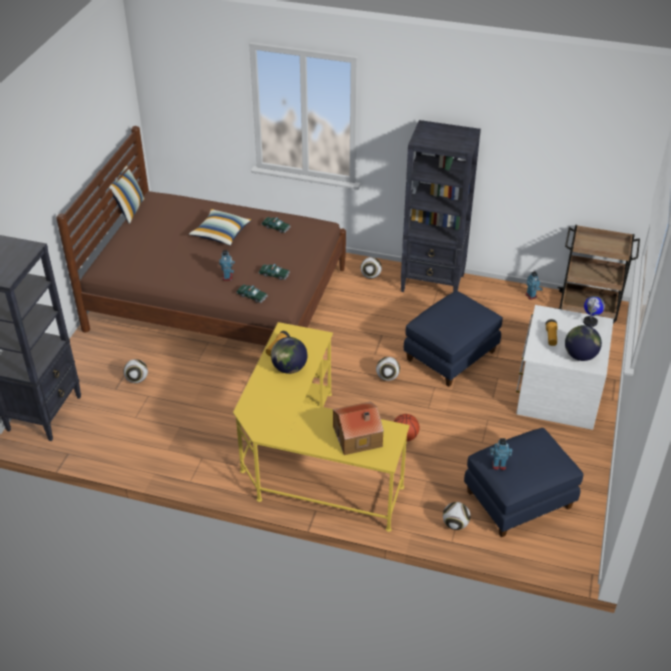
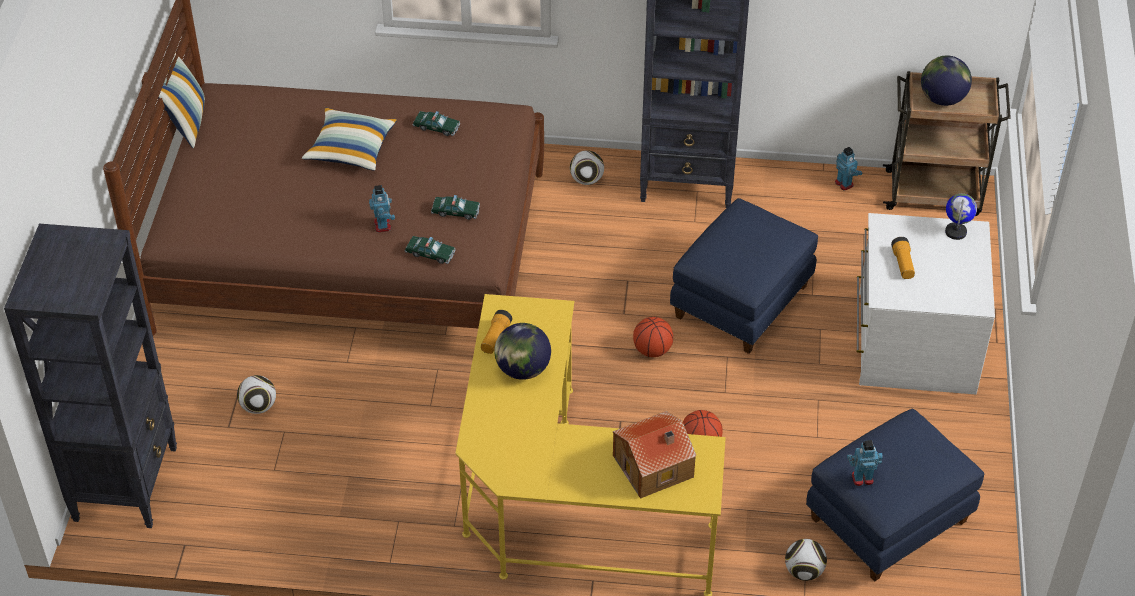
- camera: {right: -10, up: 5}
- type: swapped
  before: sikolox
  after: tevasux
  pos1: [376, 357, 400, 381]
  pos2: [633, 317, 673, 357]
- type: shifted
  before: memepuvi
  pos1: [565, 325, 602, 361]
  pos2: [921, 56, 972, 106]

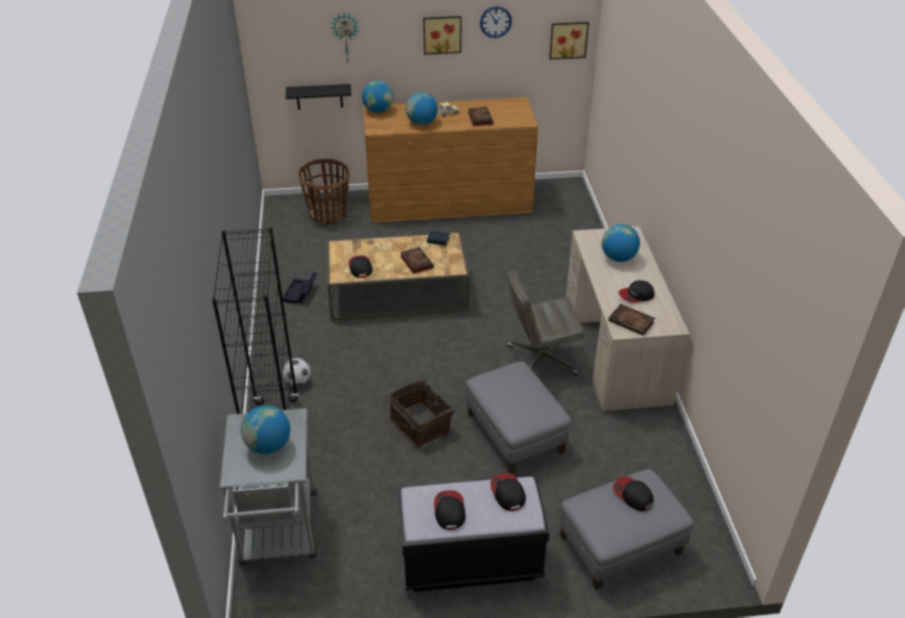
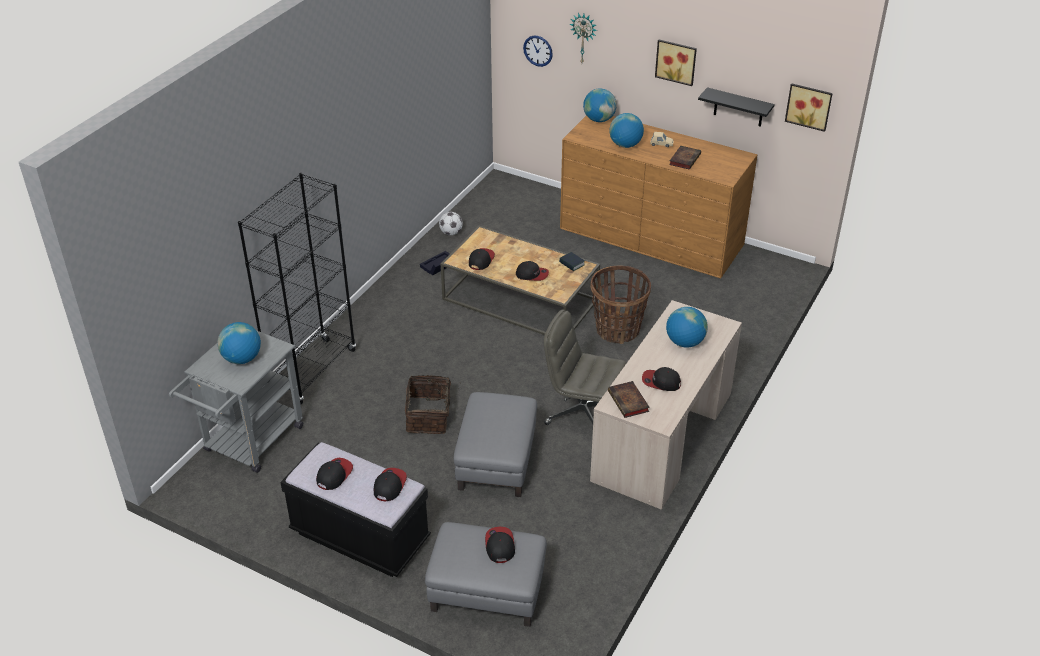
- camera: {right: 35, up: 0}
- type: shifted
  before: sikolox
  pos1: [283, 358, 311, 386]
  pos2: [439, 212, 463, 235]
- type: shifted
  before: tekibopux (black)
  pos1: [285, 84, 351, 110]
  pos2: [698, 87, 775, 127]
- type: shifted
  before: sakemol
  pos1: [298, 159, 350, 225]
  pos2: [590, 266, 651, 344]
- type: swapped
  before: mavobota
  after: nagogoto
  pos1: [400, 247, 434, 274]
  pos2: [516, 261, 549, 281]
- type: shifted
  before: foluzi
  pos1: [480, 6, 512, 38]
  pos2: [523, 36, 553, 67]

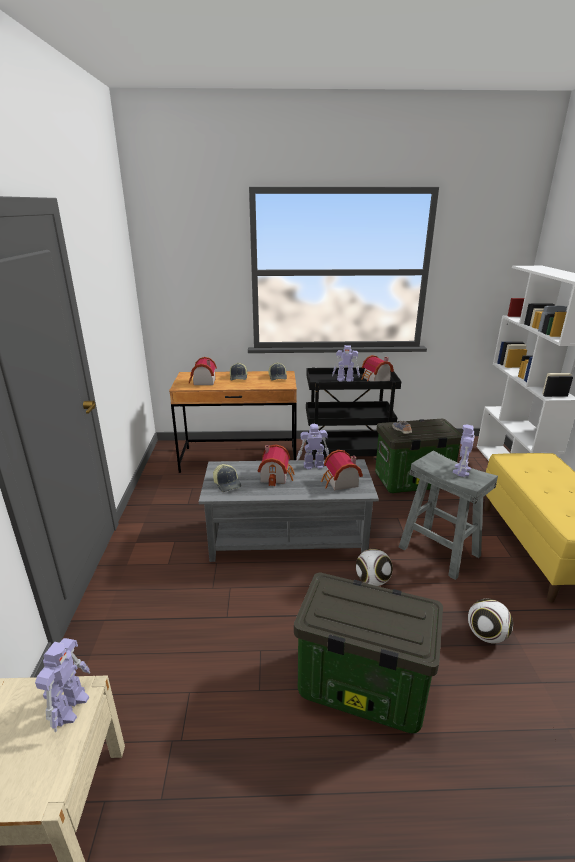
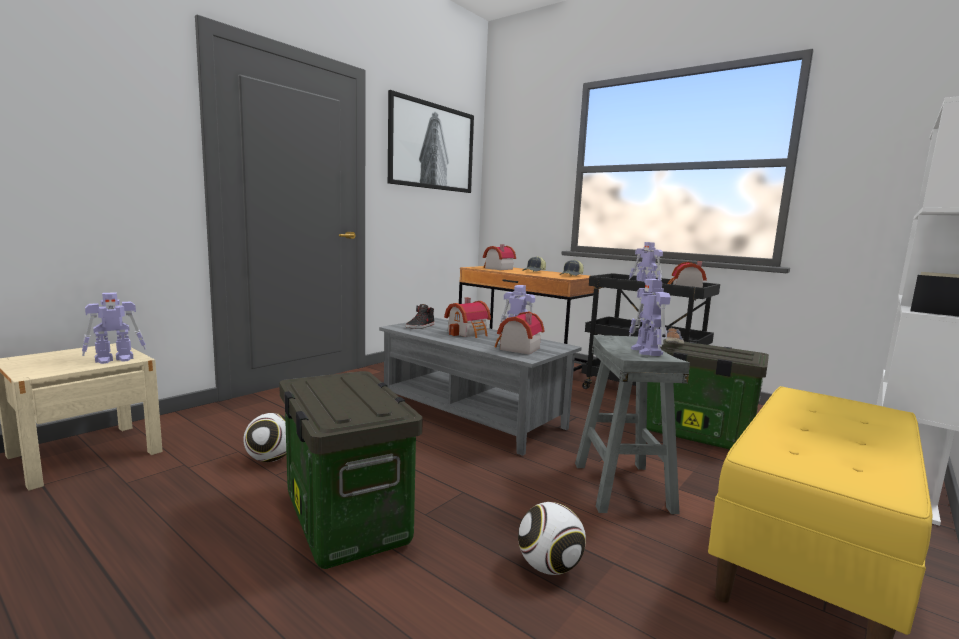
- camera: {right: 40, up: -15}
- type: swapped
  before: nagogoto
  after: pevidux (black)
  pos1: [213, 464, 241, 492]
  pos2: [405, 304, 434, 329]
- type: shifted
  before: sikolox
  pos1: [356, 549, 393, 586]
  pos2: [243, 413, 286, 462]
- type: rotated
  before: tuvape
  pos1: [453, 424, 475, 477]
  pos2: [629, 279, 671, 356]
  turn: -75
- type: new
  after: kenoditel
  pos2: [388, 90, 474, 193]

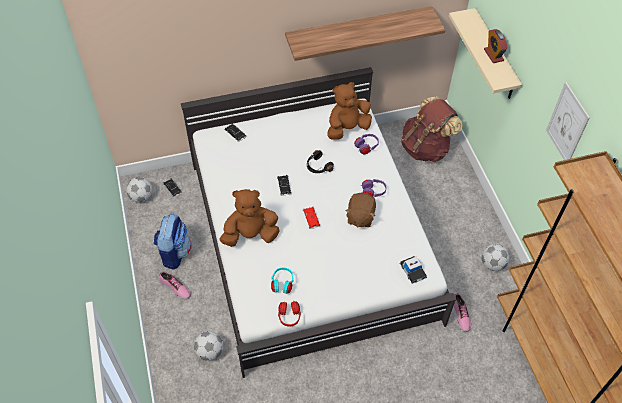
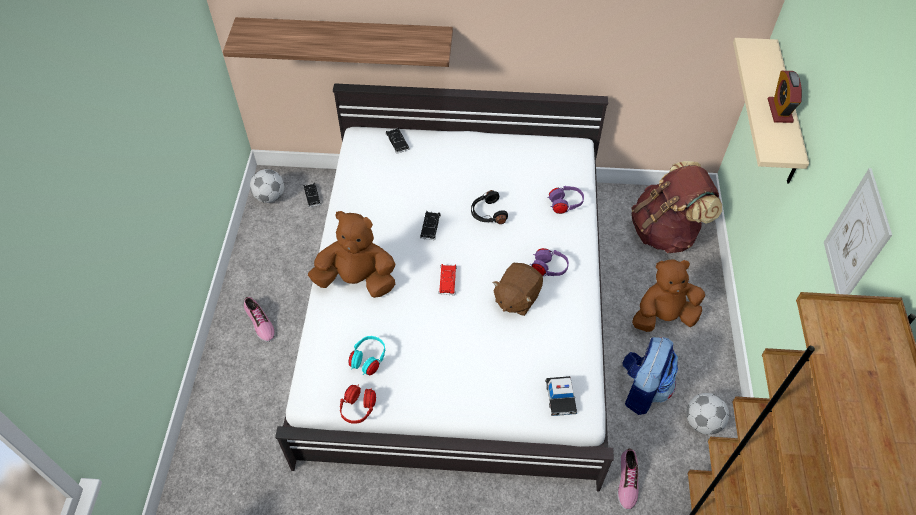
- camera: {right: 20, up: 0}
- type: shifted
  before: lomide
  pos1: [153, 214, 192, 270]
  pos2: [623, 337, 678, 415]
- type: gone
  before: sikolox
  pos1: [194, 331, 223, 361]
- type: shifted
  before: tekibopux
  pos1: [285, 6, 446, 61]
  pos2: [223, 17, 453, 67]
- type: shifted
  before: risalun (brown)
  pos1: [327, 82, 372, 140]
  pos2: [632, 259, 705, 332]

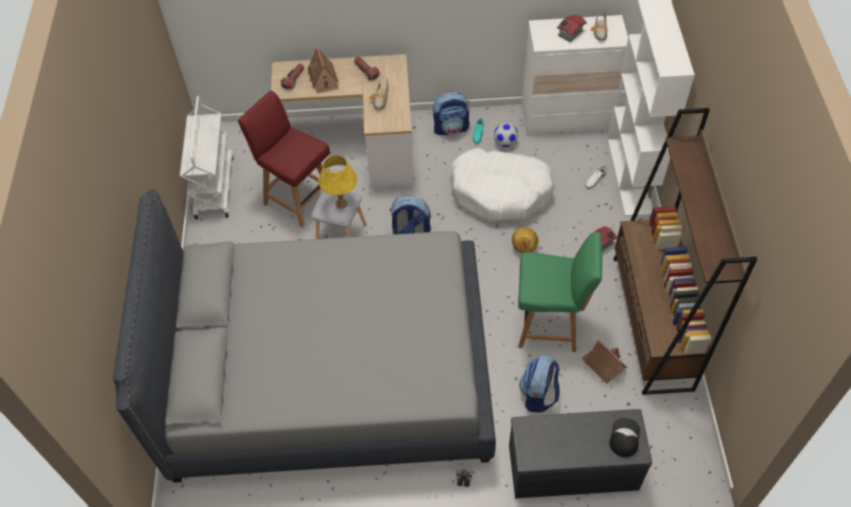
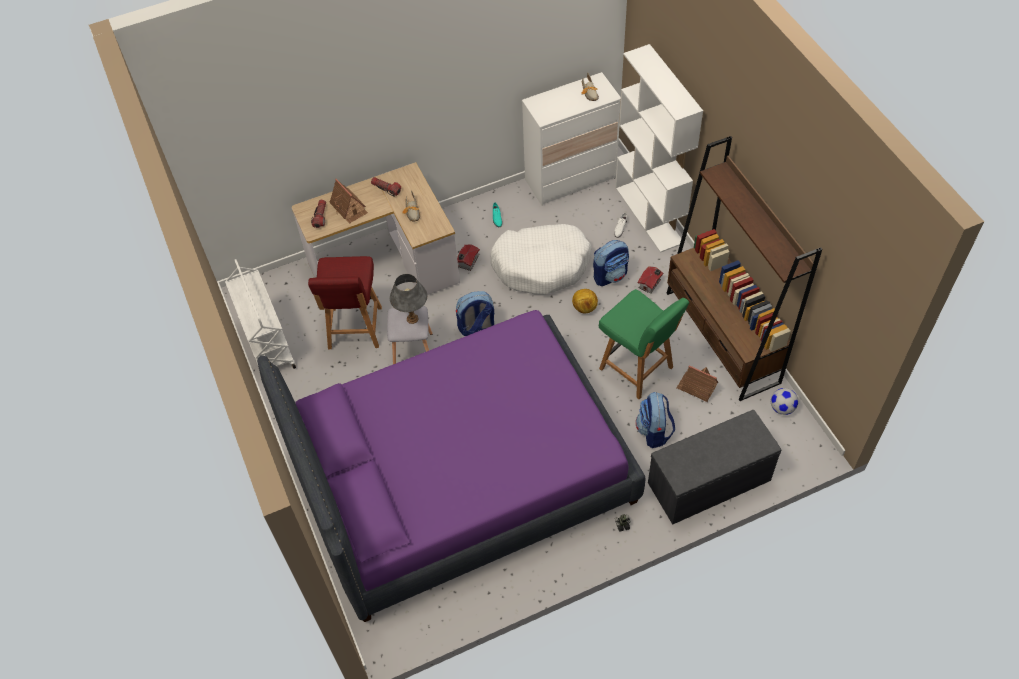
- camera: {right: -20, up: 0}
- type: repainted
  before: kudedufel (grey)
  after: kudedufel (purple)
  pos1: [113, 189, 496, 483]
  pos2: [257, 310, 645, 622]
- type: rotated
  before: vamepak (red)
  pos1: [238, 91, 330, 228]
  pos2: [308, 256, 382, 349]
  turn: -105
- type: repainted
  before: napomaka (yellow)
  after: napomaka (grey)
  pos1: [318, 155, 357, 209]
  pos2: [390, 274, 427, 324]
- type: shifted
  before: lomide
  pos1: [433, 91, 469, 135]
  pos2: [593, 240, 629, 286]
- type: shifted
  before: sikolox
  pos1: [494, 123, 518, 147]
  pos2: [771, 388, 798, 415]
- type: rotated
  before: vamepak (green)
  pos1: [518, 232, 602, 352]
  pos2: [599, 289, 689, 399]
  turn: 60
- type: shifted
  before: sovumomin
  pos1: [557, 14, 587, 42]
  pos2: [457, 245, 480, 271]
- type: gone
  before: nagogoto
  pos1: [609, 418, 640, 457]

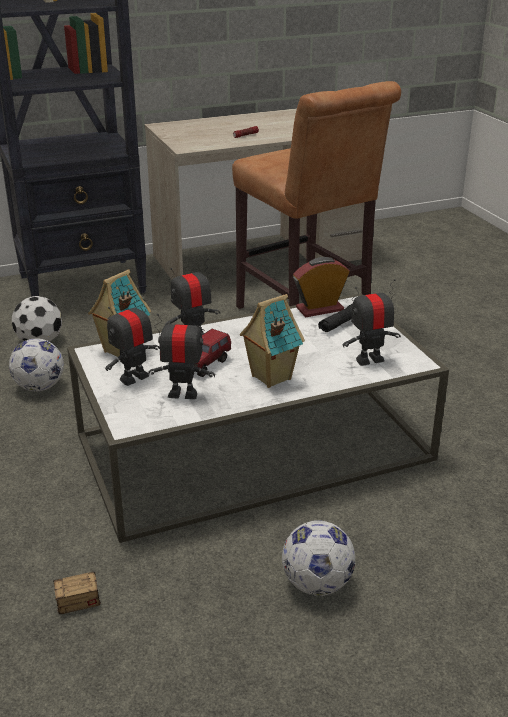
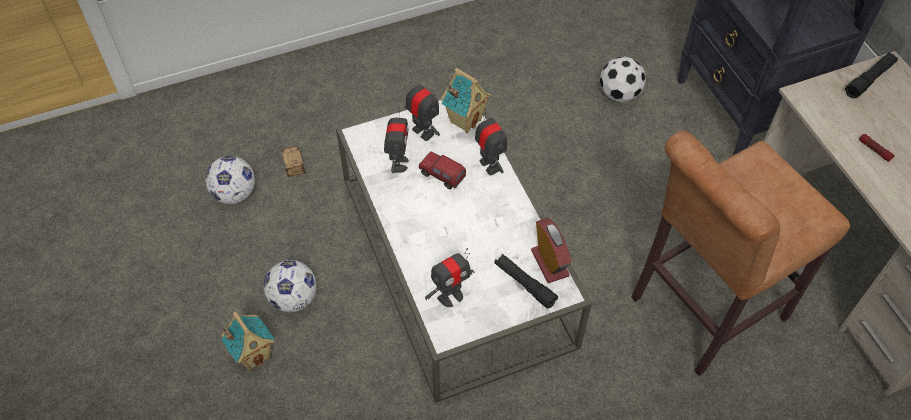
- camera: {right: 90, up: 25}
- type: shifted
  before: sikolox
  pos1: [9, 338, 64, 391]
  pos2: [205, 156, 255, 204]
- type: shifted
  before: sovumomin
  pos1: [240, 294, 305, 388]
  pos2: [221, 312, 275, 370]
- type: rotated
  before: tuvape
  pos1: [342, 279, 401, 366]
  pos2: [425, 248, 474, 307]
  turn: 75
- type: new
  after: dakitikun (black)
  pos2: [845, 52, 898, 98]

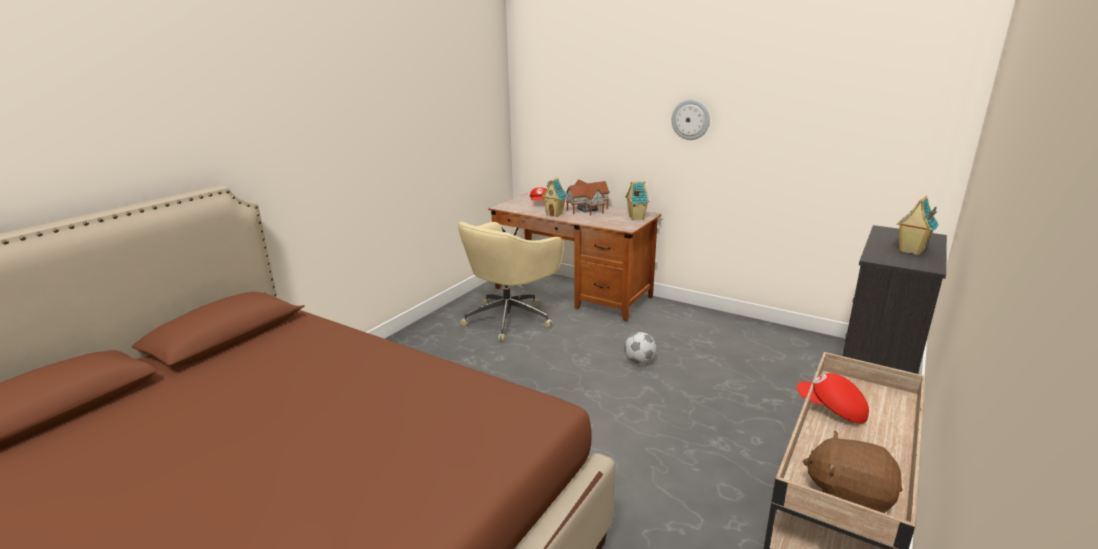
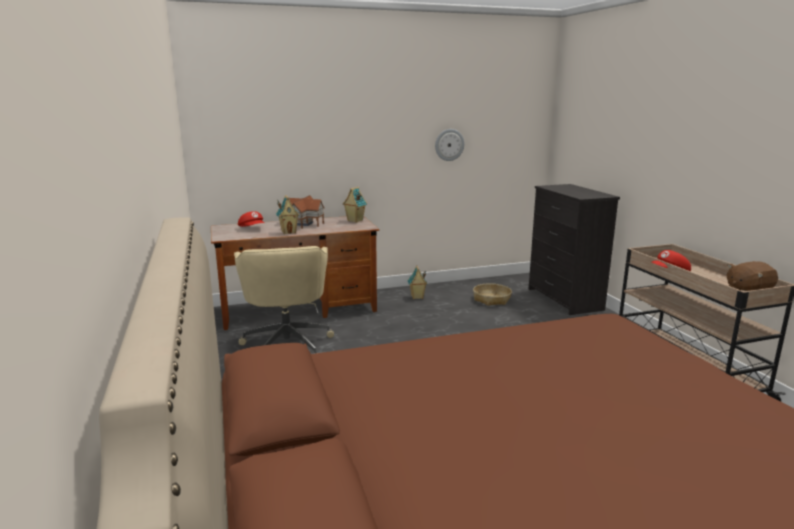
- camera: {right: -50, up: -5}
- type: gone
  before: sikolox
  pos1: [624, 332, 657, 364]
- type: shifted
  before: foluzi
  pos1: [672, 100, 710, 140]
  pos2: [435, 129, 465, 161]
- type: shifted
  before: sovumomin
  pos1: [896, 195, 939, 256]
  pos2: [407, 265, 427, 299]
- type: new
  after: sakemol
  pos2: [473, 284, 512, 306]

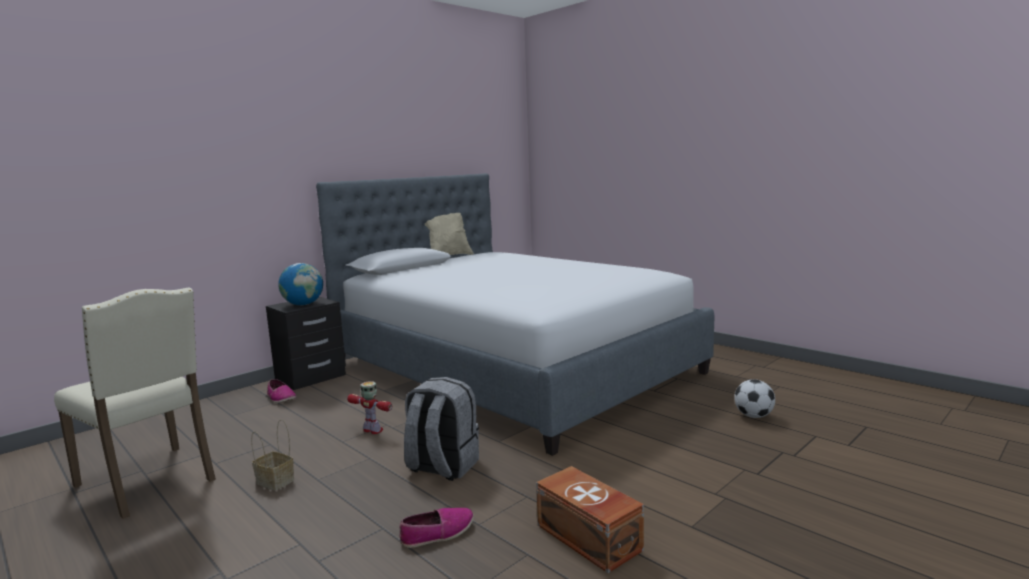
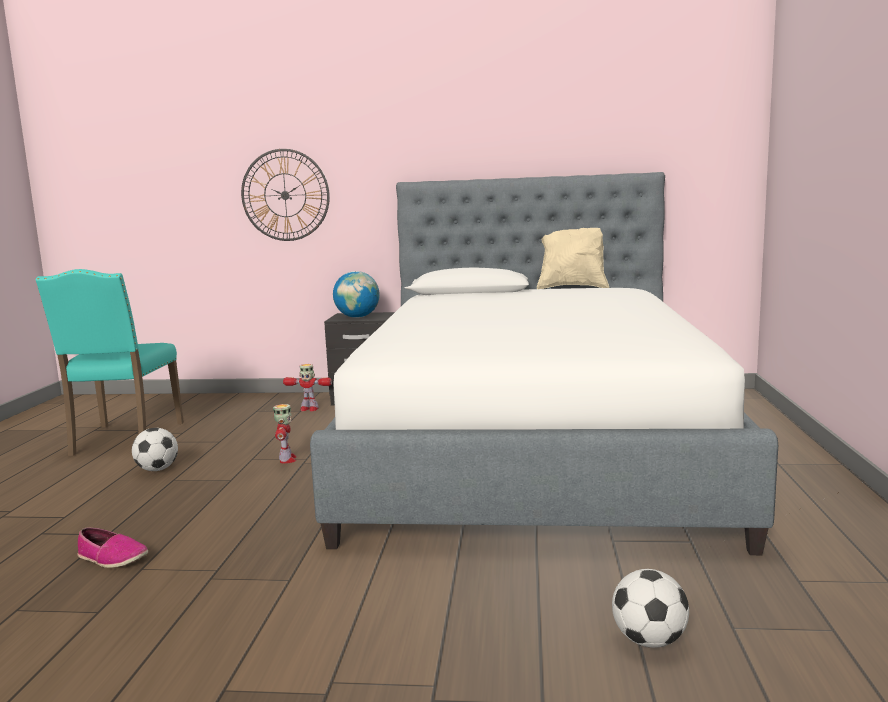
- camera: {right: 50, up: 0}
- type: repainted
  before: vamepak (beige)
  after: vamepak (turquoise)
  pos1: [54, 287, 216, 519]
  pos2: [36, 269, 184, 456]
- type: swapped
  before: sakemol
  after: sikolox
  pos1: [251, 419, 294, 491]
  pos2: [132, 428, 178, 471]
- type: swapped
  before: pevidux
  after: tuvape
  pos1: [267, 379, 296, 403]
  pos2: [283, 364, 332, 411]
- type: gone
  before: lomide (grey)
  pos1: [404, 377, 479, 481]
- type: gone
  before: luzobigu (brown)
  pos1: [536, 466, 644, 573]
- type: new
  after: foluzi
  pos2: [241, 149, 330, 241]

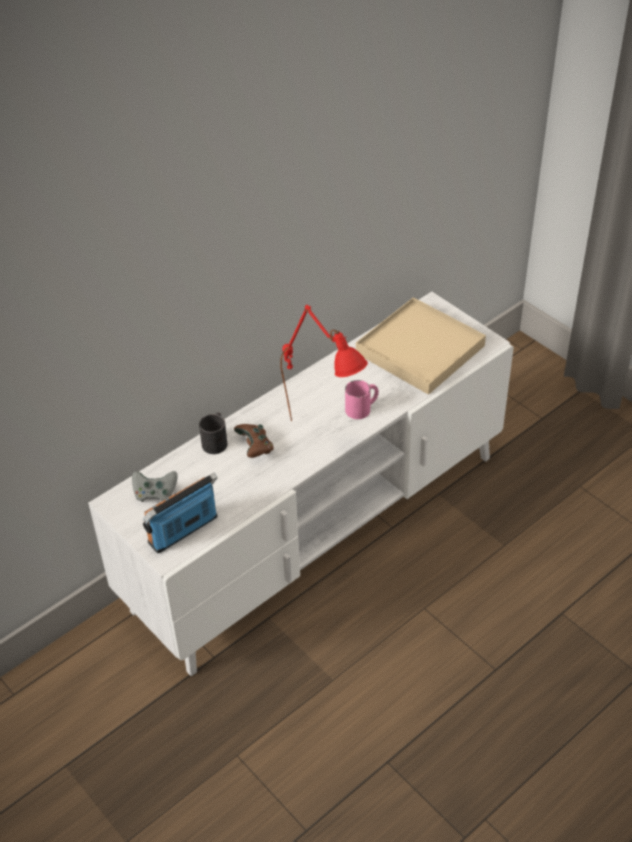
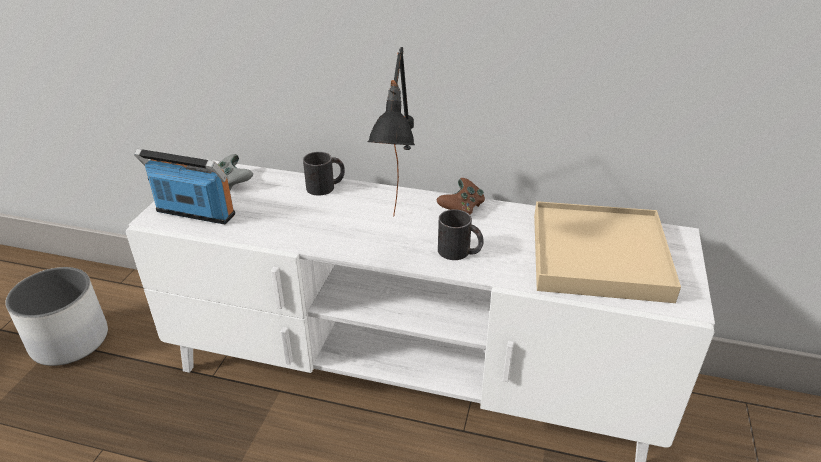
- camera: {right: 55, up: -10}
- type: shifted
  before: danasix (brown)
  pos1: [234, 424, 274, 458]
  pos2: [437, 178, 485, 215]
- type: repainted
  before: napomaka (red)
  after: napomaka (black)
  pos1: [280, 305, 368, 421]
  pos2: [367, 47, 415, 217]
- type: repainted
  before: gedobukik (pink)
  after: gedobukik (black)
  pos1: [345, 380, 379, 419]
  pos2: [438, 209, 483, 260]
- type: new
  after: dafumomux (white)
  pos2: [5, 267, 108, 366]

